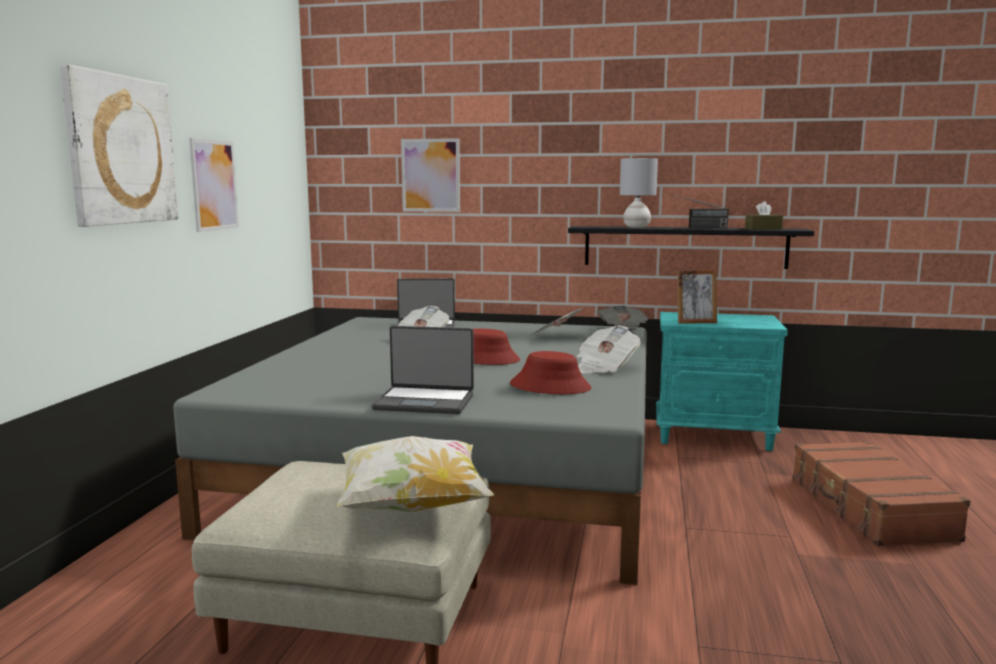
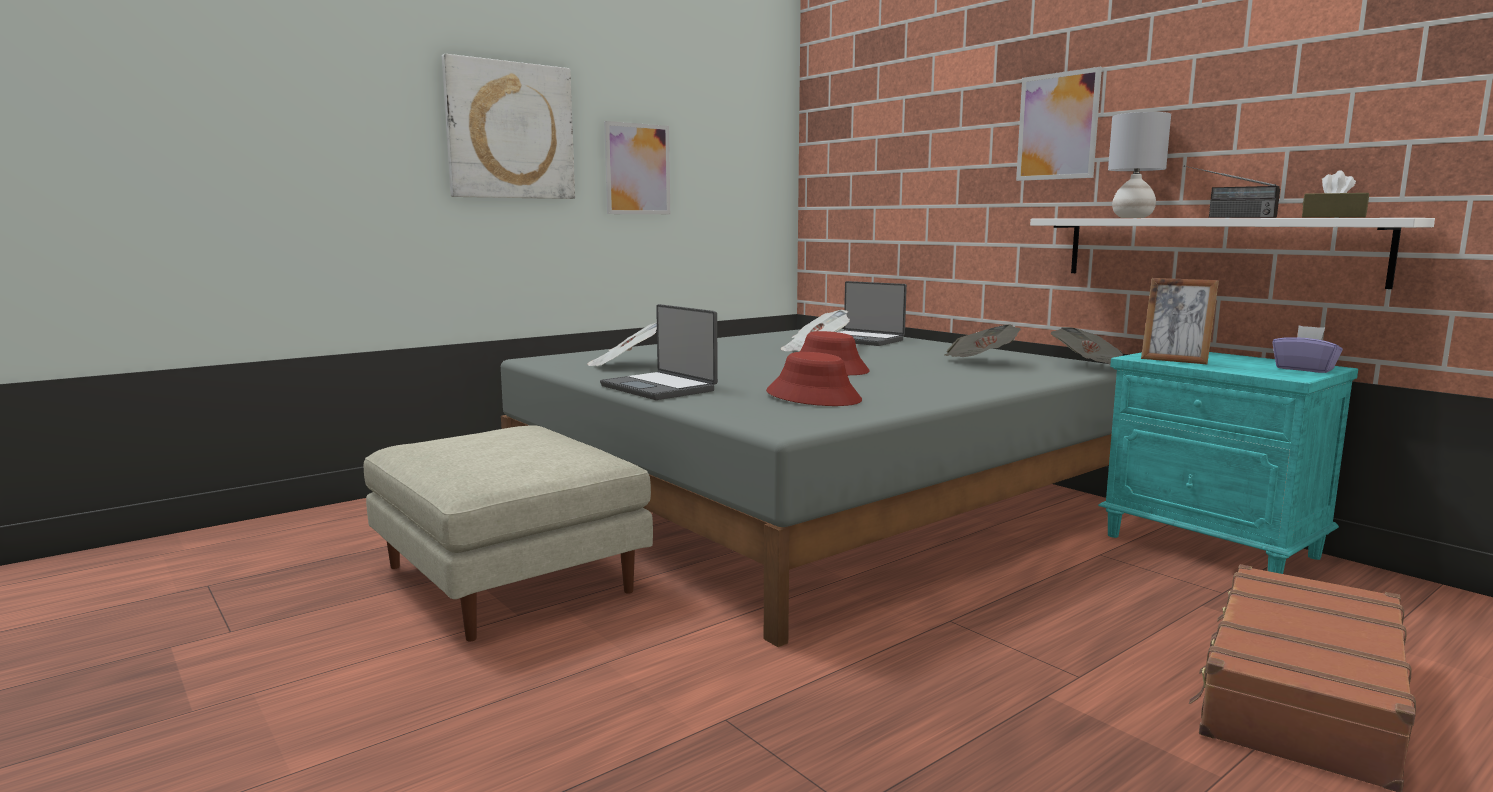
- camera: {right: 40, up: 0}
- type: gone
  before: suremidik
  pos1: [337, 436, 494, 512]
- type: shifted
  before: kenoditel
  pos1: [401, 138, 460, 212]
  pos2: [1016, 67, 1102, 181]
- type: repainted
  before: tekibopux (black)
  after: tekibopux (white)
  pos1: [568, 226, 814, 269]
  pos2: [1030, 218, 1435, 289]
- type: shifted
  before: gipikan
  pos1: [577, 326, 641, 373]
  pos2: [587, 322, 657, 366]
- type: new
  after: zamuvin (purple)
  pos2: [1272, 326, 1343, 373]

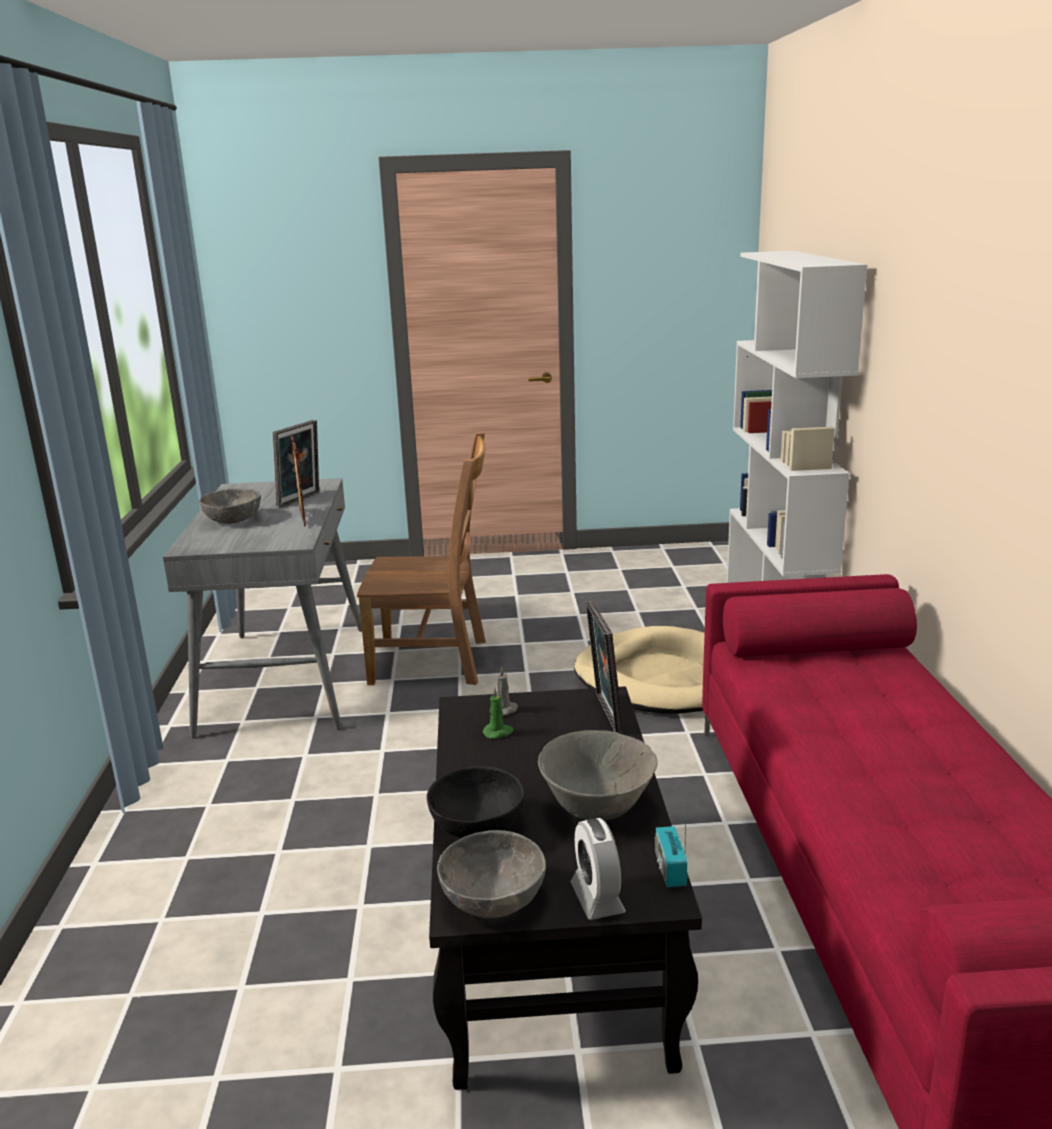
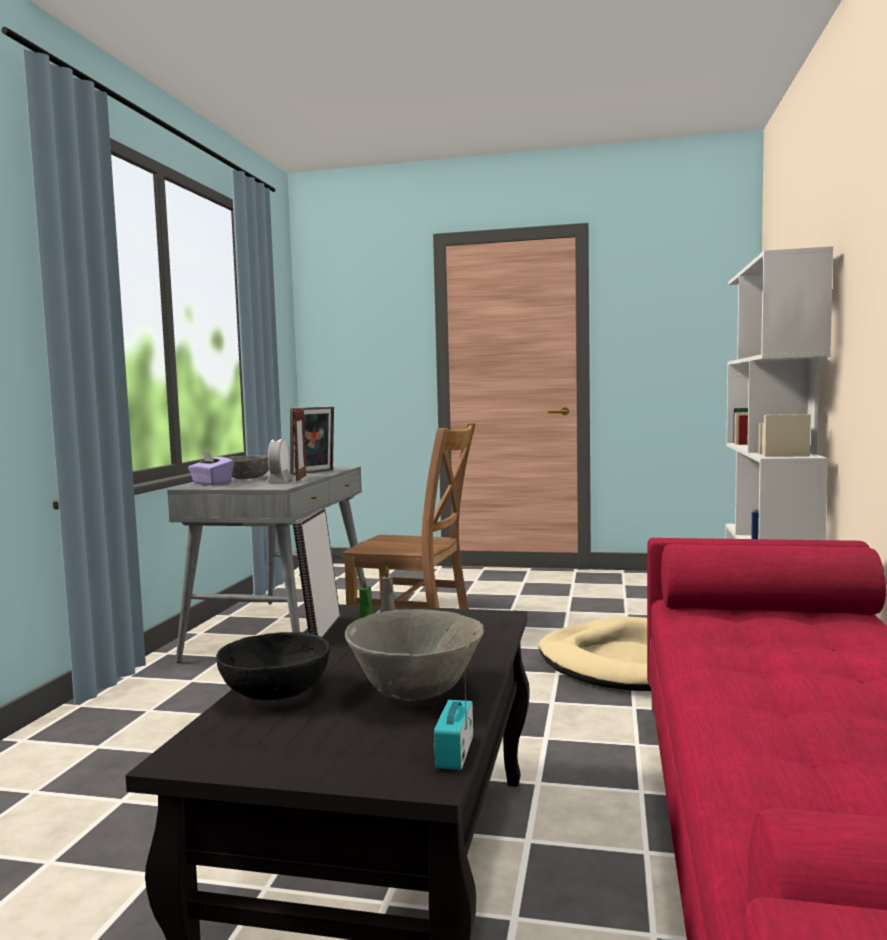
- camera: {right: 15, up: -15}
- type: gone
  before: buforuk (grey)
  pos1: [437, 830, 546, 918]
- type: shifted
  before: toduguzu
  pos1: [570, 818, 626, 920]
  pos2: [266, 438, 292, 482]
- type: shifted
  before: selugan
  pos1: [586, 601, 623, 734]
  pos2: [293, 509, 340, 638]
- type: new
  after: zamuvin (purple)
  pos2: [188, 450, 234, 485]

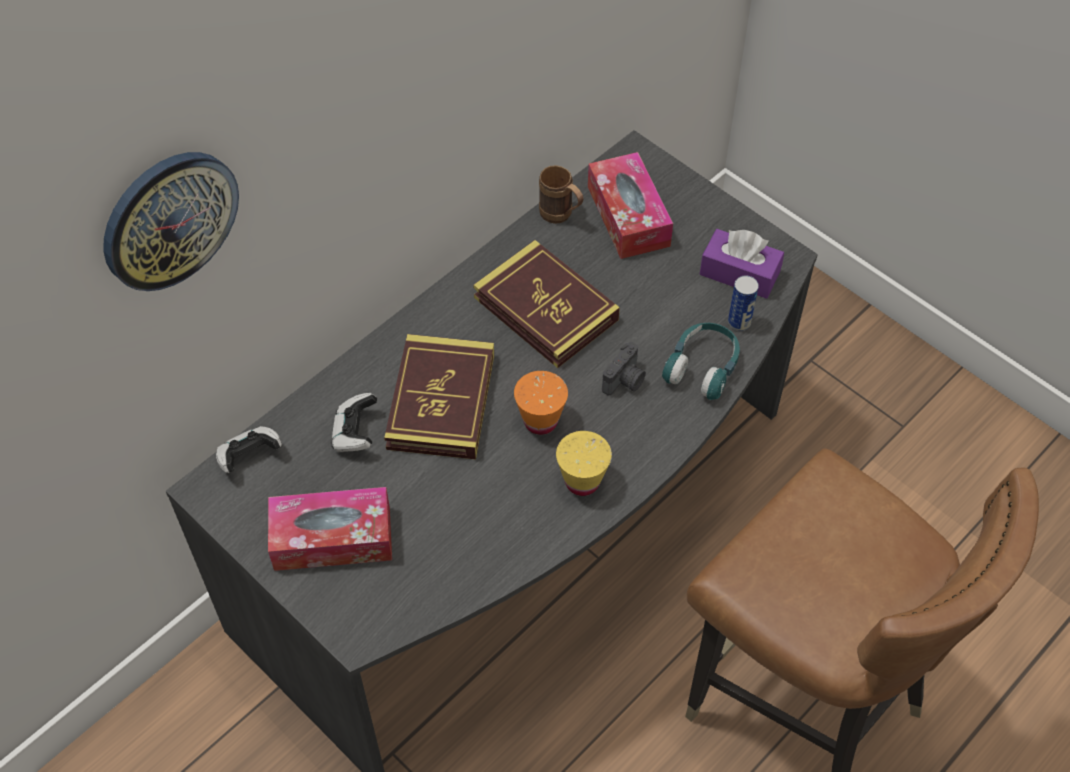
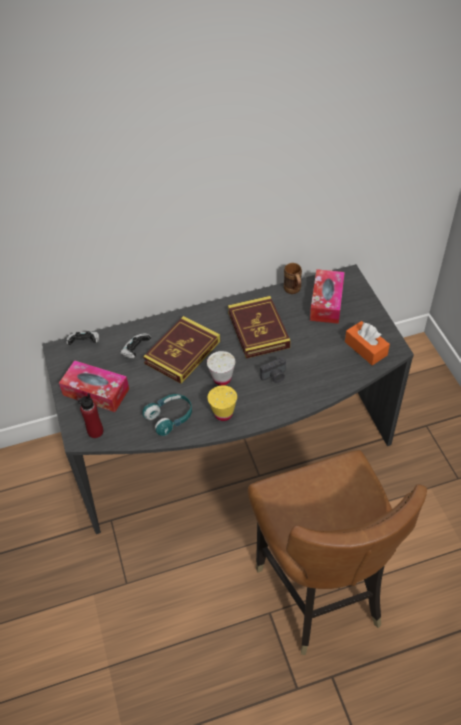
- camera: {right: 30, up: -5}
- type: gone
  before: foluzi
  pos1: [103, 152, 239, 291]
- type: repainted
  before: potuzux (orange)
  after: potuzux (white)
  pos1: [514, 371, 568, 435]
  pos2: [207, 351, 235, 386]
- type: shifted
  before: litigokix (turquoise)
  pos1: [662, 323, 740, 400]
  pos2: [142, 394, 192, 436]
- type: repainted
  before: zamuvin (purple)
  after: zamuvin (orange)
  pos1: [700, 229, 784, 299]
  pos2: [345, 321, 390, 365]
- type: gone
  before: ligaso
  pos1: [728, 276, 759, 331]
- type: new
  after: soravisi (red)
  pos2: [78, 393, 103, 438]

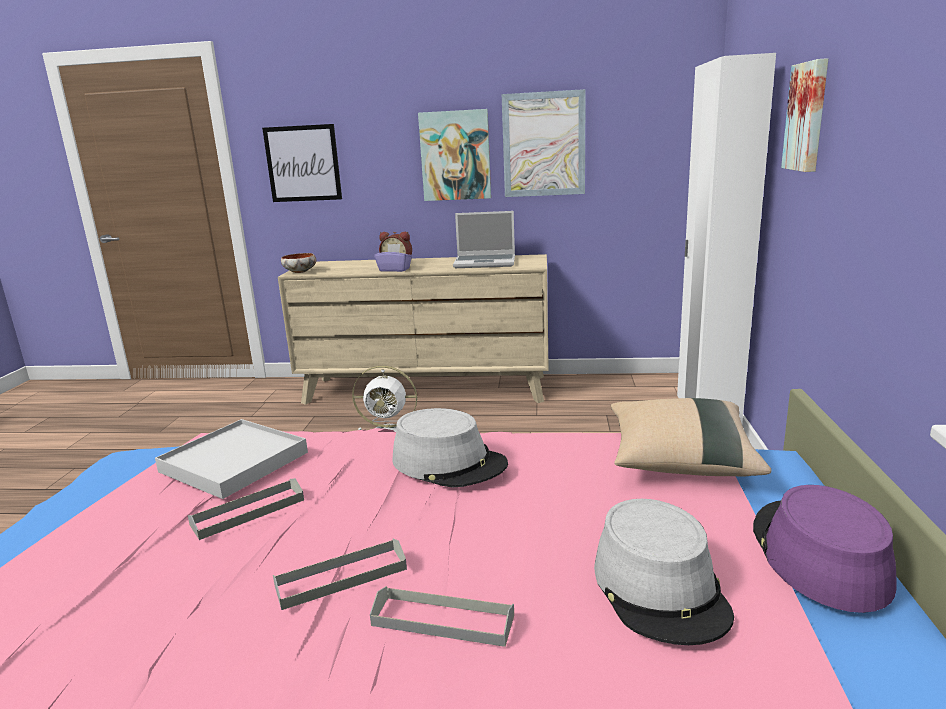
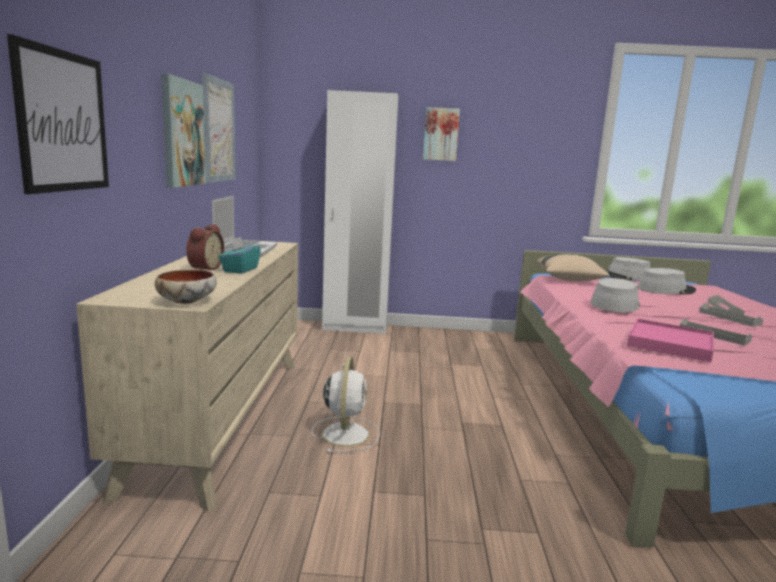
- camera: {right: -95, up: -5}
- type: repainted
  before: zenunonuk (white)
  after: zenunonuk (pink)
  pos1: [155, 419, 308, 499]
  pos2: [627, 319, 714, 362]
- type: repainted
  before: zamuvin (purple)
  after: zamuvin (turquoise)
  pos1: [374, 244, 412, 272]
  pos2: [219, 237, 261, 274]
- type: repainted
  before: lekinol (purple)
  after: lekinol (grey)
  pos1: [753, 485, 897, 613]
  pos2: [607, 257, 651, 281]

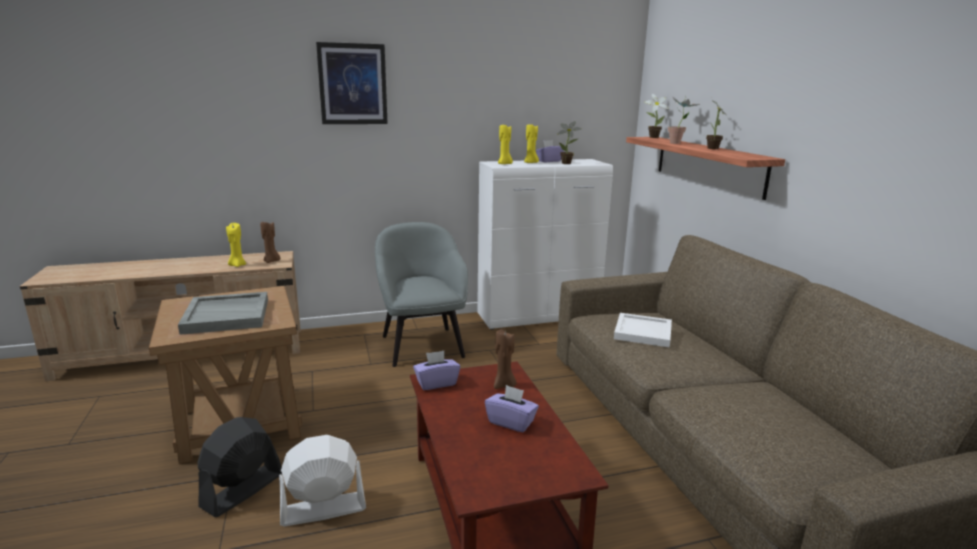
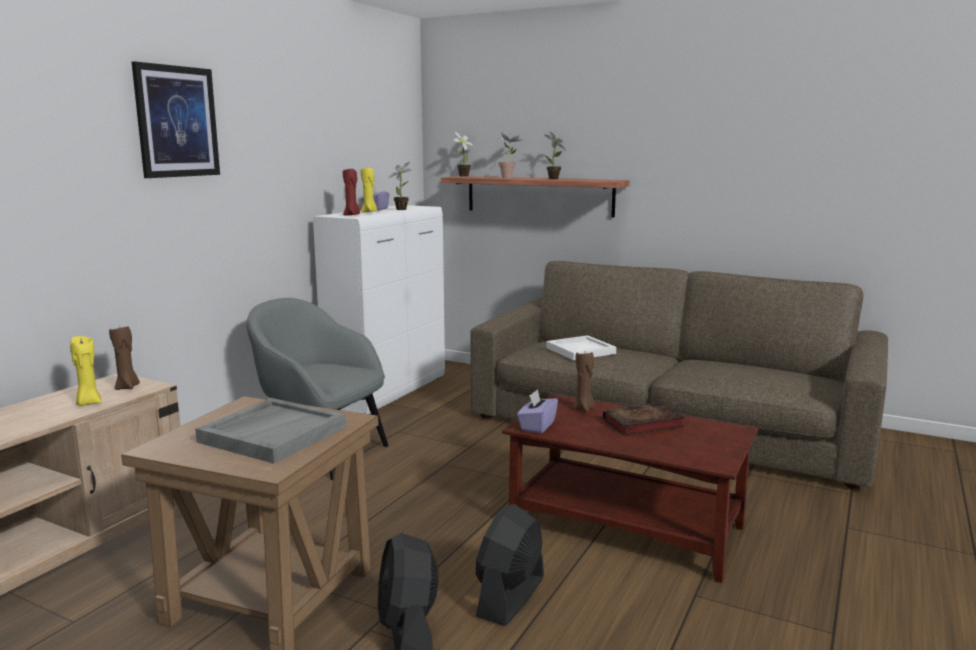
- camera: {right: -45, up: -5}
- type: repainted
  before: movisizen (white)
  after: movisizen (black)
  pos1: [279, 435, 366, 526]
  pos2: [476, 504, 544, 626]
- type: swapped
  before: zamuvin (purple)
  after: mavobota
  pos1: [485, 385, 539, 433]
  pos2: [603, 403, 685, 436]
- type: repainted
  before: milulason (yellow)
  after: milulason (red)
  pos1: [498, 124, 513, 164]
  pos2: [343, 167, 360, 216]

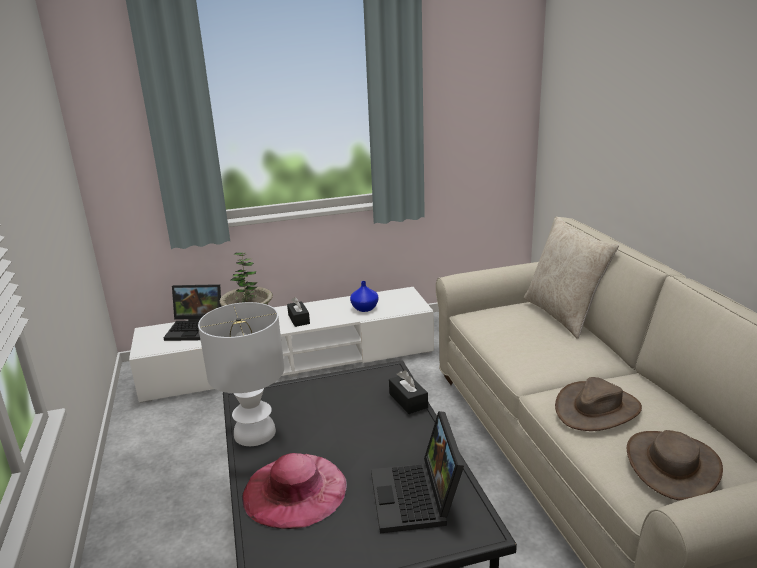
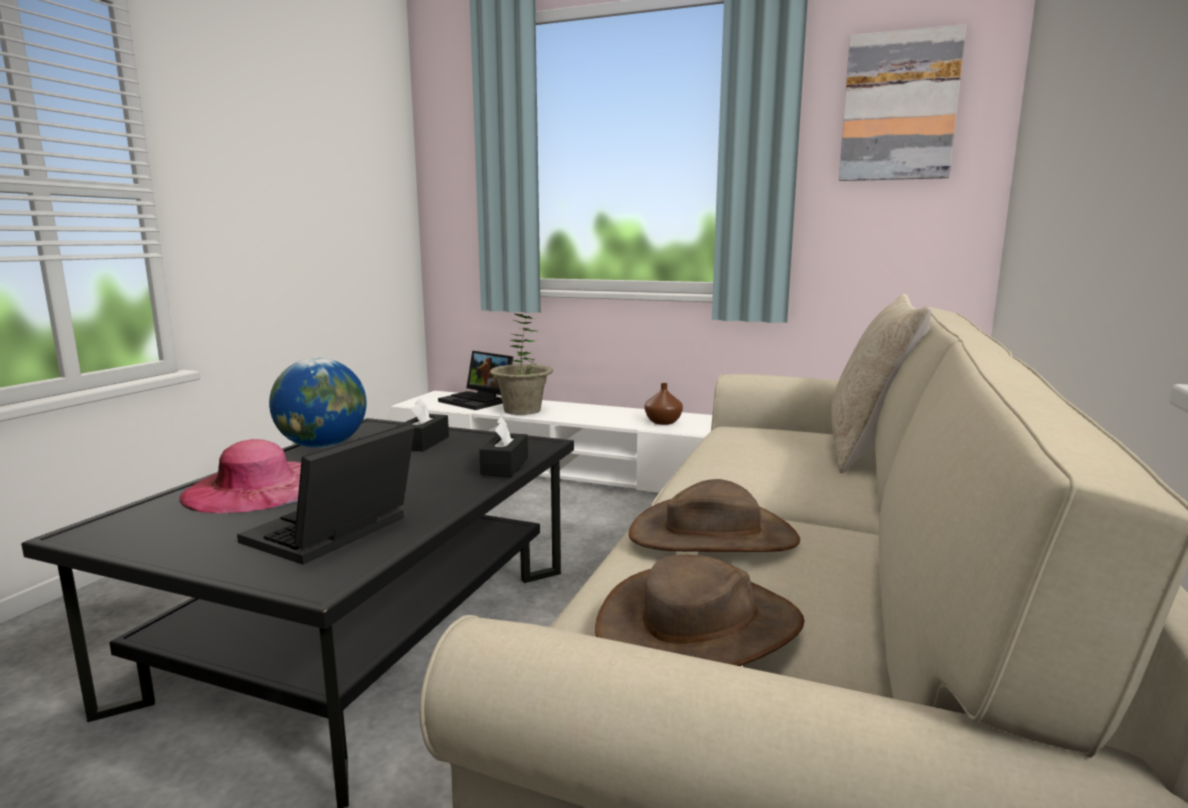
- camera: {right: 35, up: -10}
- type: swapped
  before: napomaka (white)
  after: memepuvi
  pos1: [198, 302, 284, 446]
  pos2: [269, 358, 367, 448]
- type: shifted
  before: zamuvin (black)
  pos1: [287, 297, 310, 327]
  pos2: [396, 398, 449, 451]
- type: repainted
  before: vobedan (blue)
  after: vobedan (brown)
  pos1: [350, 281, 379, 312]
  pos2: [645, 383, 683, 425]
- type: new
  after: kenoditel
  pos2: [839, 24, 966, 181]

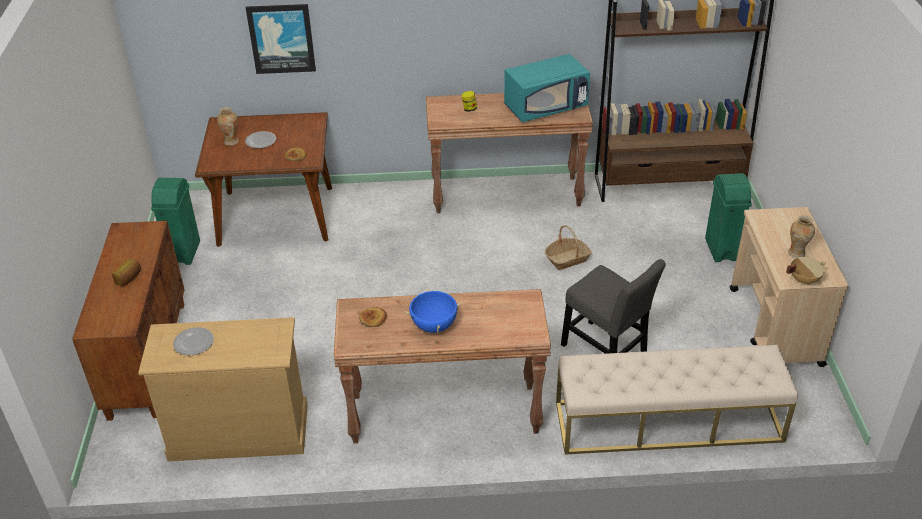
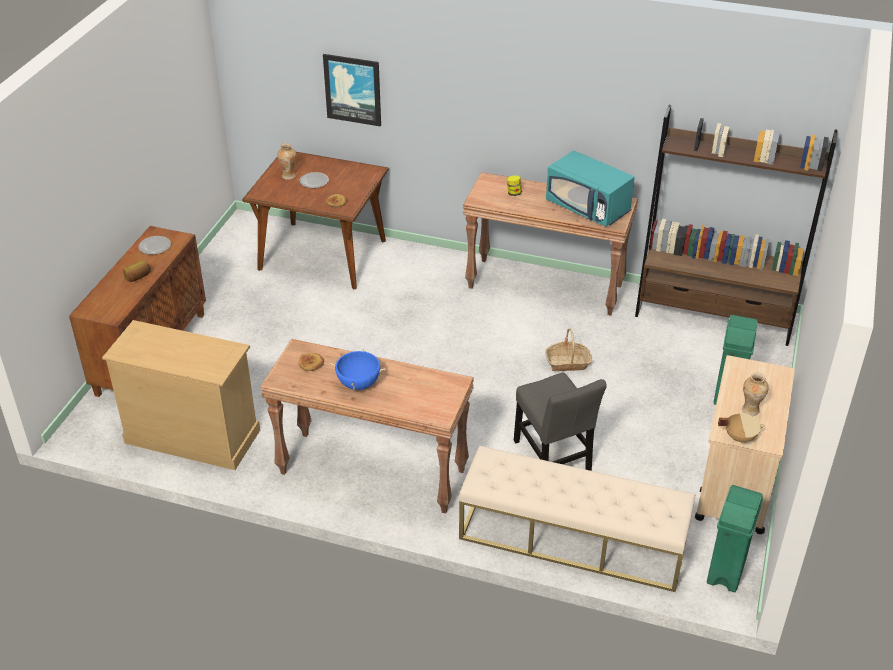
- camera: {right: 20, up: 0}
- type: shifted
  before: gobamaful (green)
  pos1: [151, 178, 200, 265]
  pos2: [707, 485, 763, 592]
- type: shifted
  before: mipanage
  pos1: [173, 327, 214, 355]
  pos2: [138, 236, 171, 255]
- type: rotated
  before: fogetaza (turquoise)
  pos1: [504, 54, 590, 122]
  pos2: [546, 150, 635, 227]
  turn: 45

